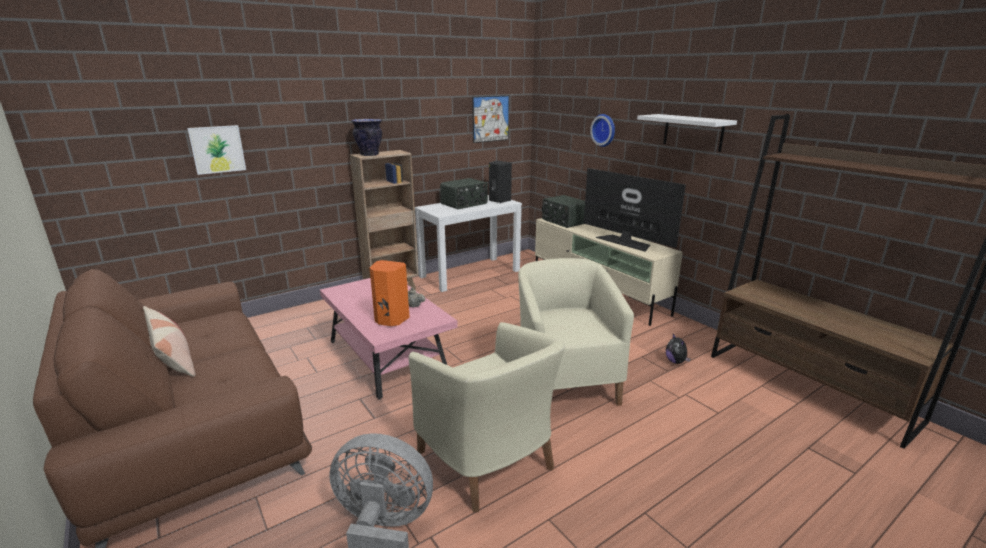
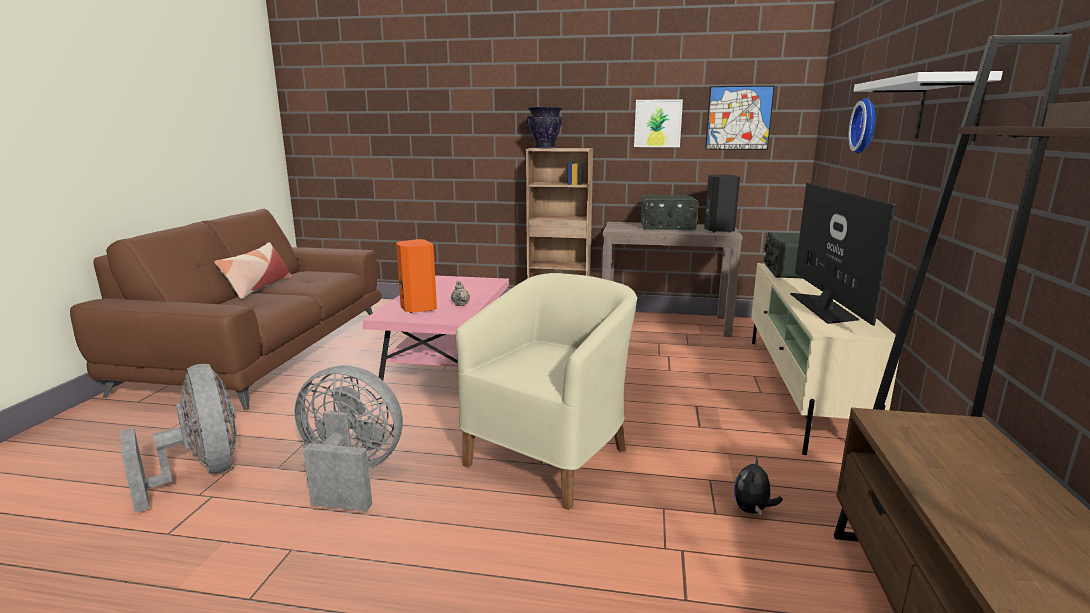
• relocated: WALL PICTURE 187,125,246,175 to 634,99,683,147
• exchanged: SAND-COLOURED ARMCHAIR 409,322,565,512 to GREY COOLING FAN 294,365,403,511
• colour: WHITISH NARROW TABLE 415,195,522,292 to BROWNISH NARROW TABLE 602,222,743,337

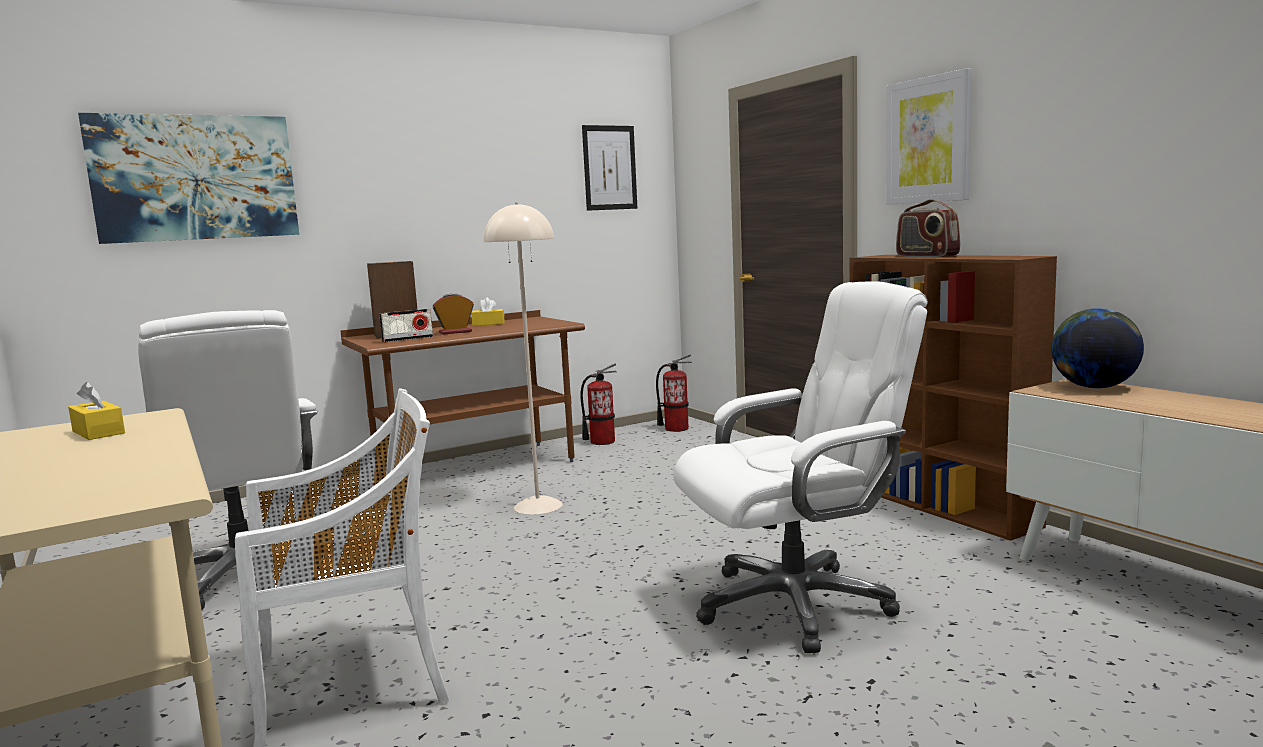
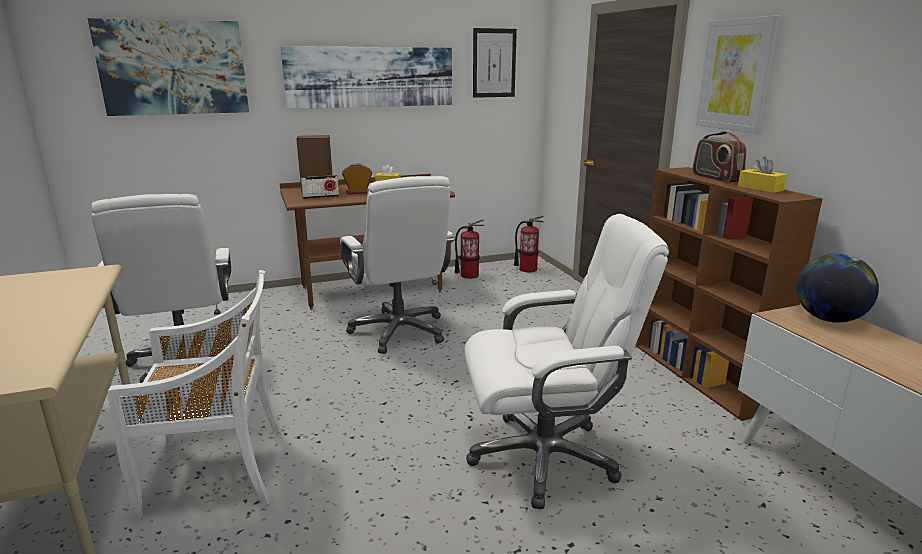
• relocated: YELLOW-COLOURED TISSUE HOLDER 68,382,125,440 to 738,157,787,193
• exchanged: SAND-COLOURED STANDARD LAMP 484,202,563,515 to WHITISH COMPUTER CHAIR 340,176,455,354
• appeared: WALL PICTURE 281,46,452,109

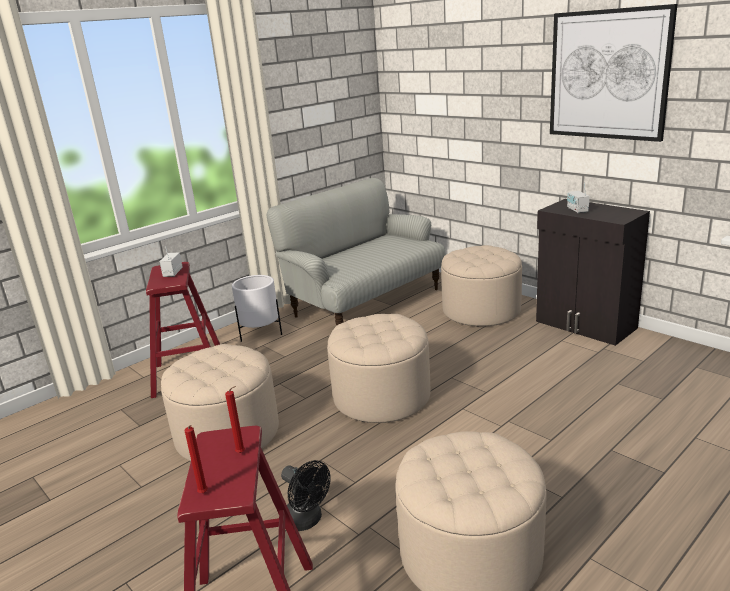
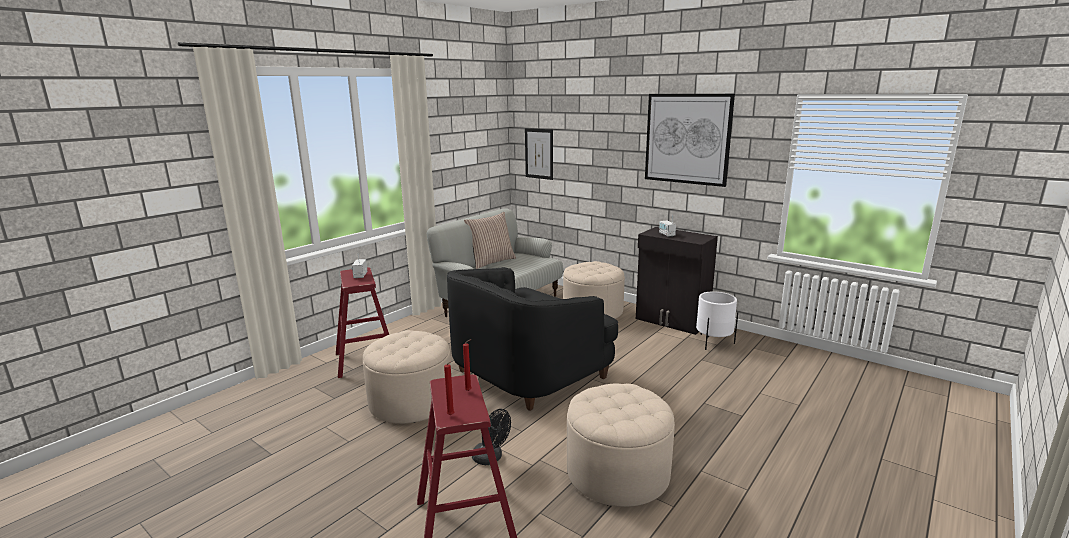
• relocated: WHITISH PLANTER 232,275,282,342 to 696,291,738,350
• exchanged: SAND-COLOURED OTTOMAN 327,314,430,423 to BLACK-COLOURED ARMCHAIR 447,267,618,411
• appeared: THROW PILLOW 464,212,516,269
• appeared: WALL PICTURE 525,128,553,180

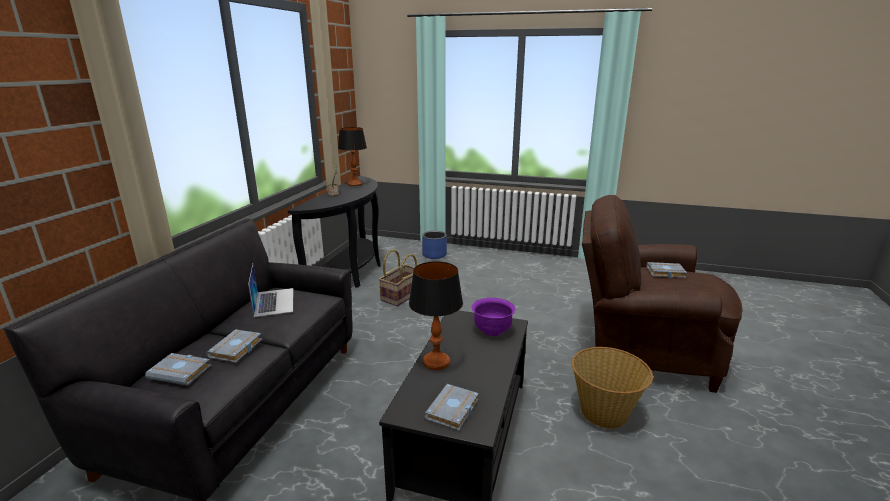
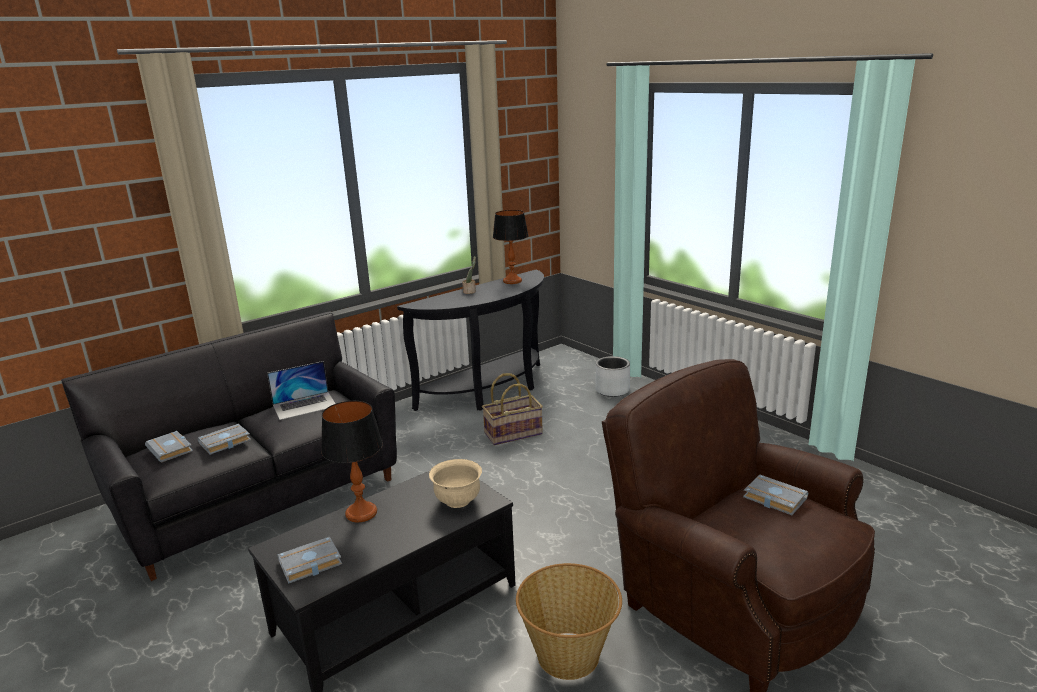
• spun: PORTABLE COMPUTER 248,264,293,317 = 267,361,336,420 45 degrees clockwise
• colour: BLUISH PLANTER 422,231,447,259 to GREY PLANTER 595,356,630,397
• colour: PURPLE-COLOURED SERVING BOWL 471,298,515,336 to SAND-COLOURED SERVING BOWL 429,459,482,508

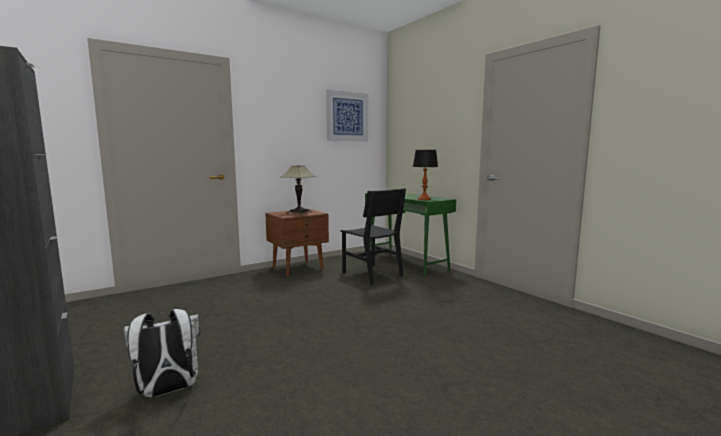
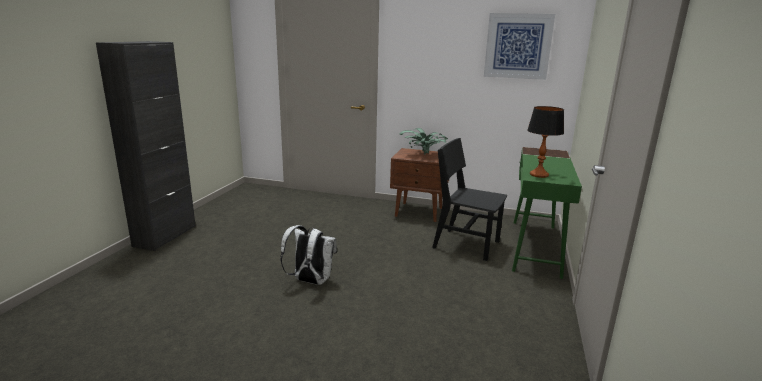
• relocated: WHITISH BACKPACK 124,309,200,397 to 280,225,337,285
• exchanged: TABLETOP LAMP 281,165,316,215 to PLANT IN A POT 399,128,448,155
• spun: BLACK-COLOURED PLAIN CHAIR 340,188,406,284 = 432,138,507,261 105 degrees clockwise

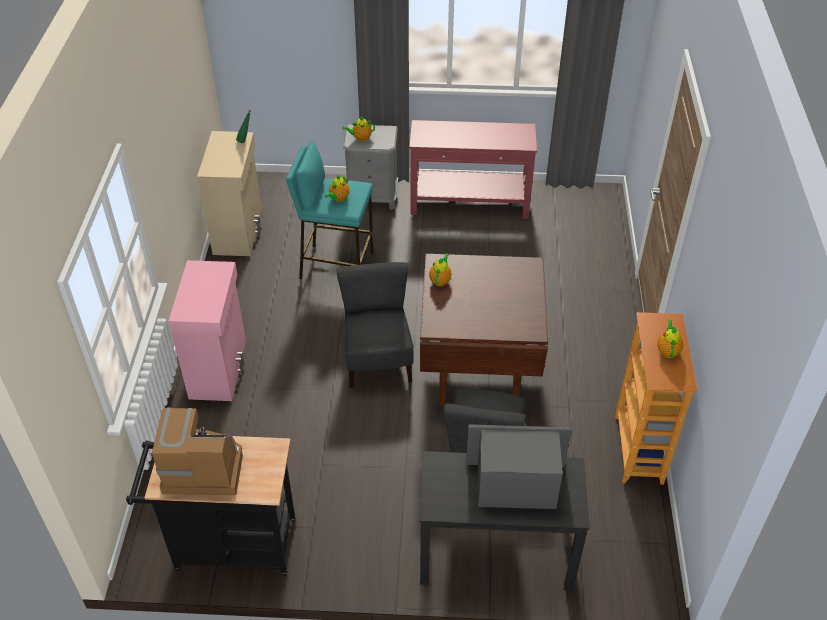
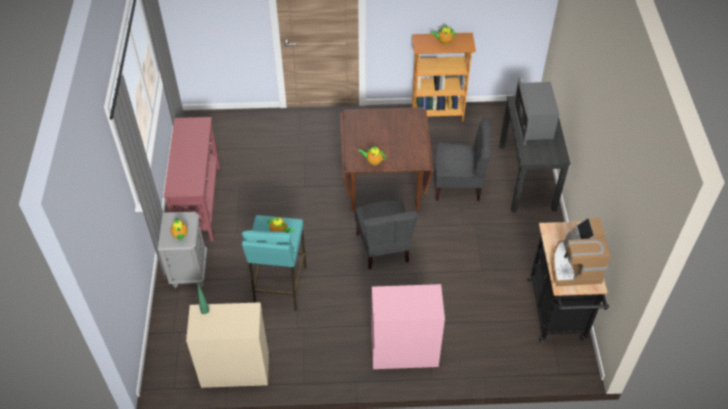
• spun: GREY PLAIN CHAIR 336,262,414,388 = 355,200,418,269 90 degrees counterclockwise

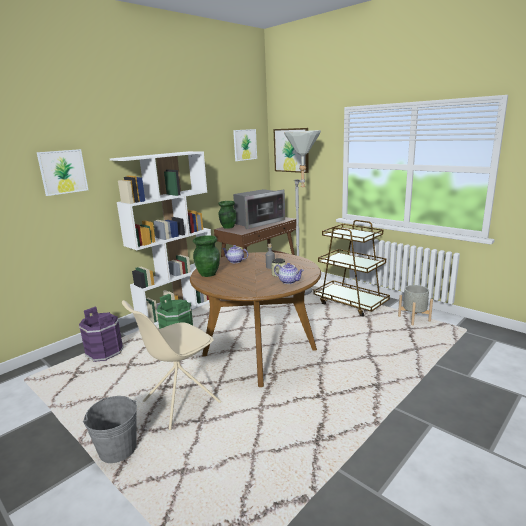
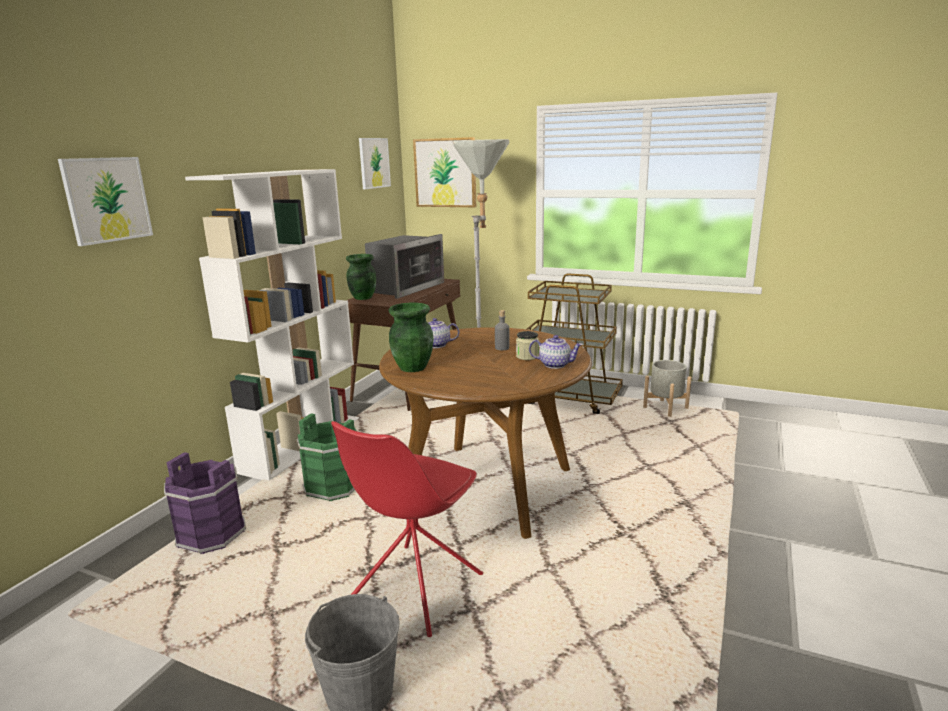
• colour: SAND-COLOURED PLAIN CHAIR 122,300,221,430 to REDDISH PLAIN CHAIR 331,421,483,637

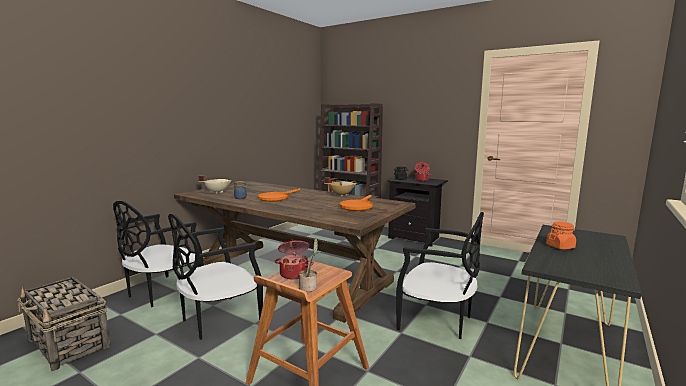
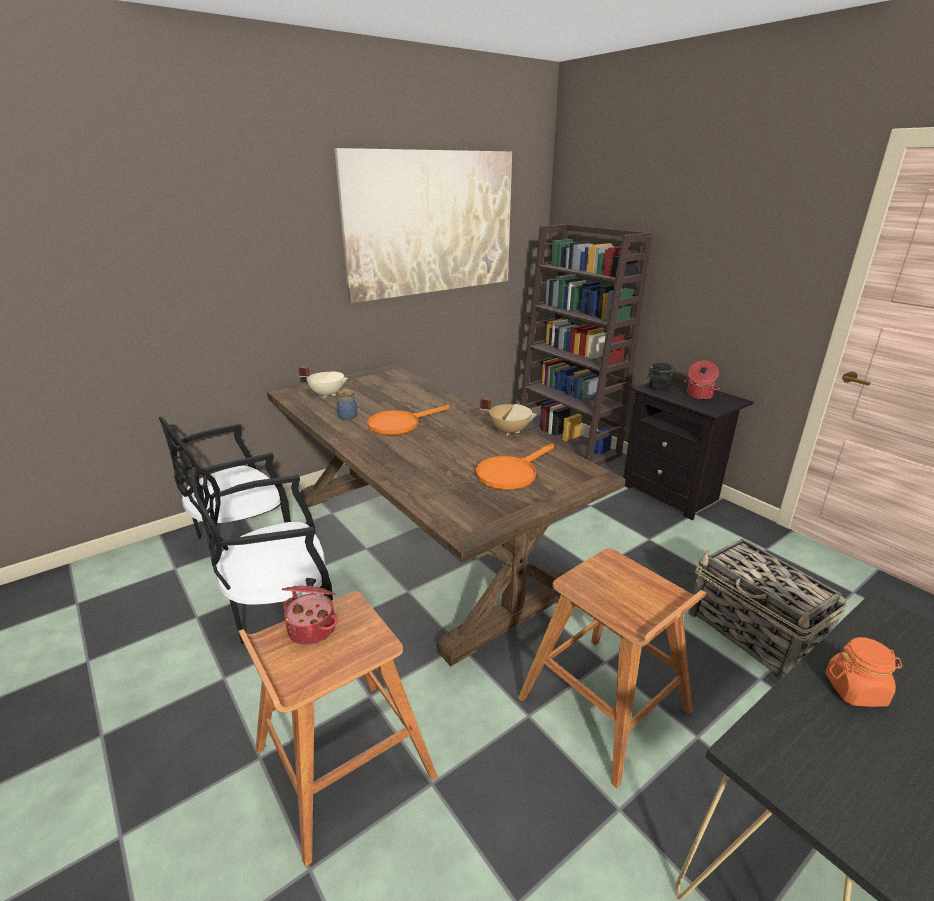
• relocated: HOUSEHOLD BASKET 17,277,110,371 to 688,539,847,680
• missing: PLANT IN A POT 299,238,318,292
• exchanged: BLACK-COLOURED PLAIN CHAIR 396,212,484,339 to BROWNISH STOOL SEAT 518,548,706,789
• appeared: WALL PICTURE 335,148,512,303

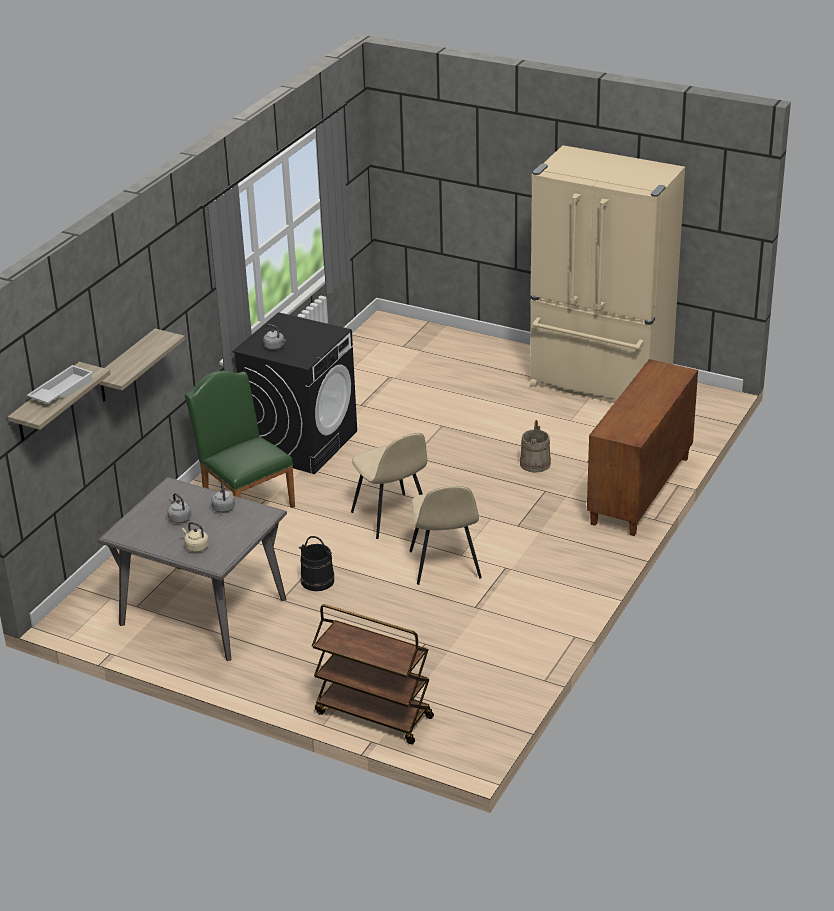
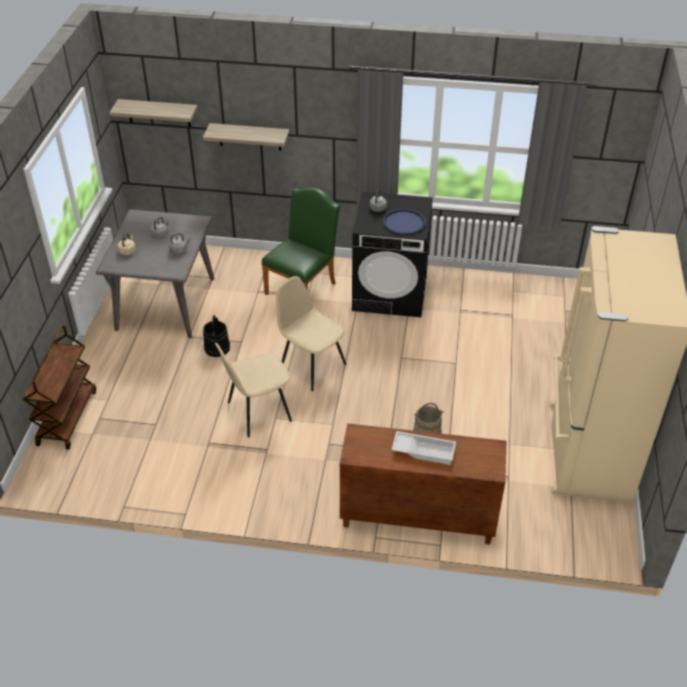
• relocated: WHITISH SERVING TRAY 27,365,93,404 to 392,431,456,465
• spun: SAND-COLOURED PLAIN CHAIR 351,433,427,539 = 276,276,346,391 90 degrees clockwise
• appeared: BLUISH SERVING TRAY 383,208,426,235

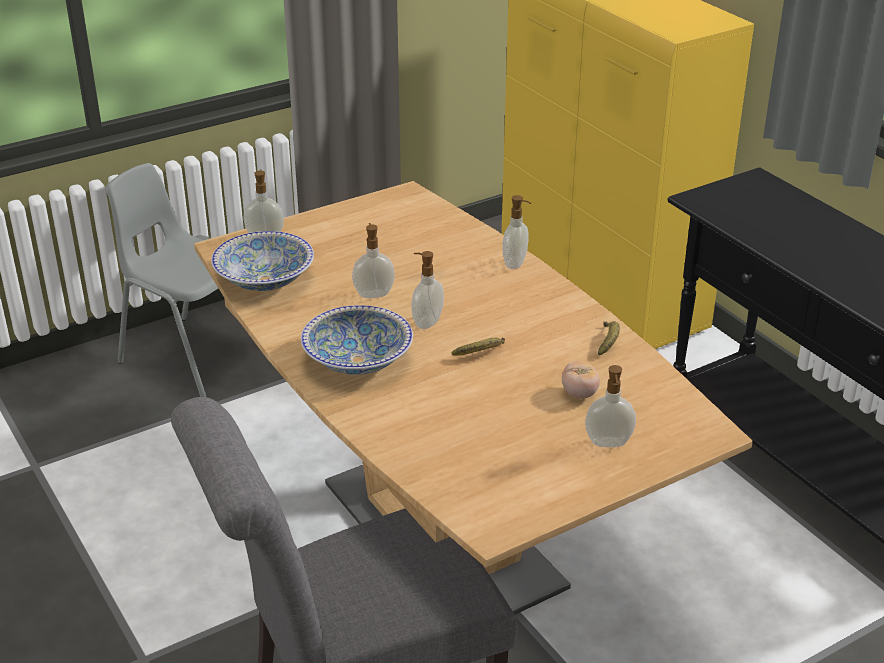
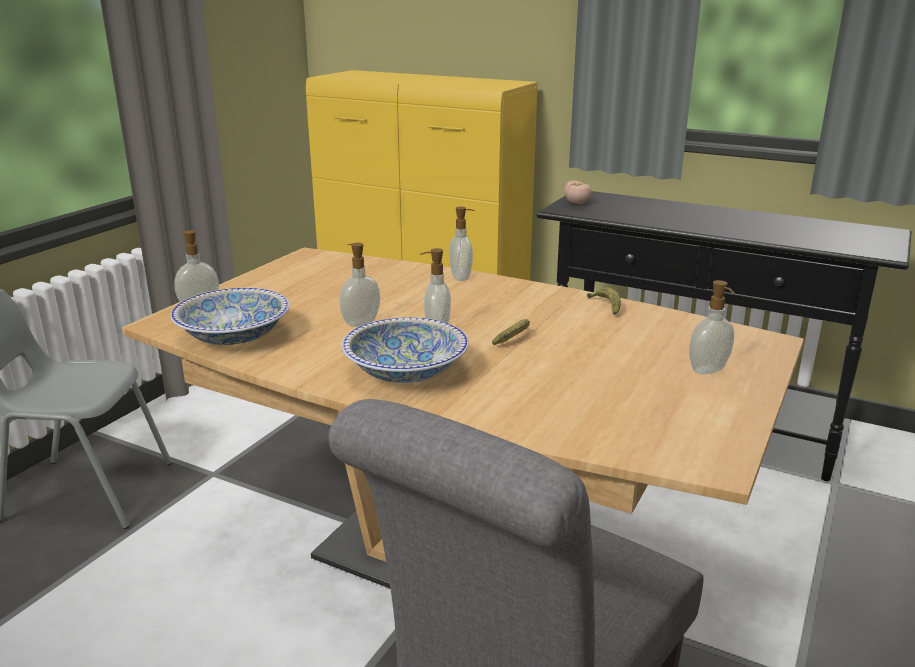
• relocated: TOMATO 562,360,600,399 to 564,181,592,204

